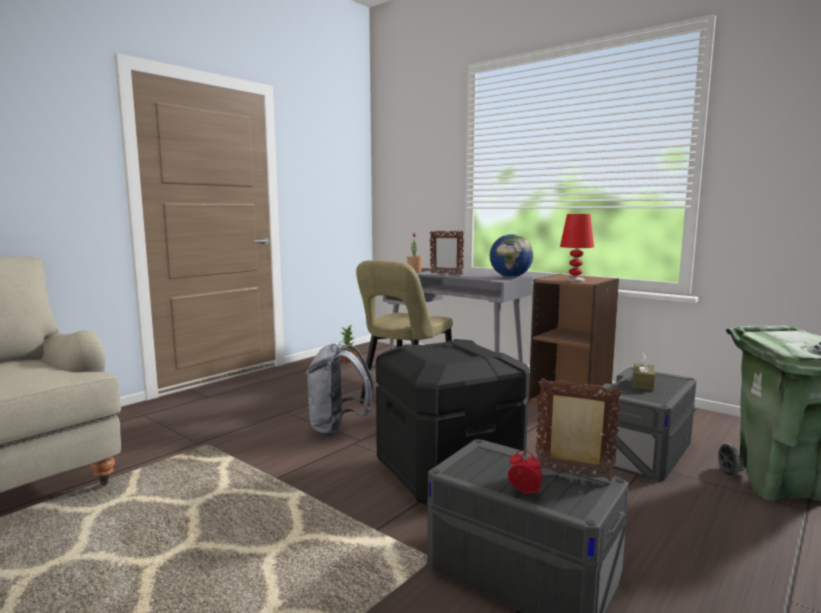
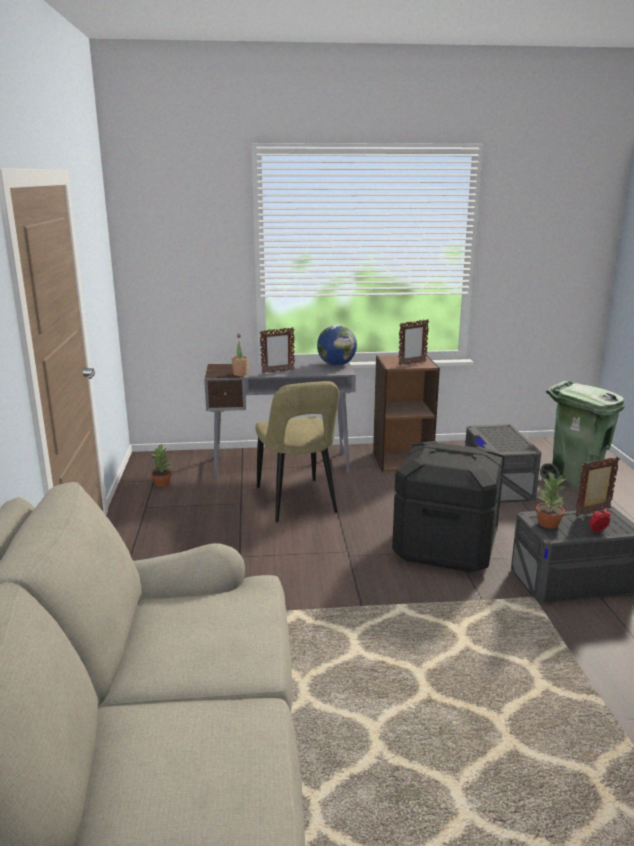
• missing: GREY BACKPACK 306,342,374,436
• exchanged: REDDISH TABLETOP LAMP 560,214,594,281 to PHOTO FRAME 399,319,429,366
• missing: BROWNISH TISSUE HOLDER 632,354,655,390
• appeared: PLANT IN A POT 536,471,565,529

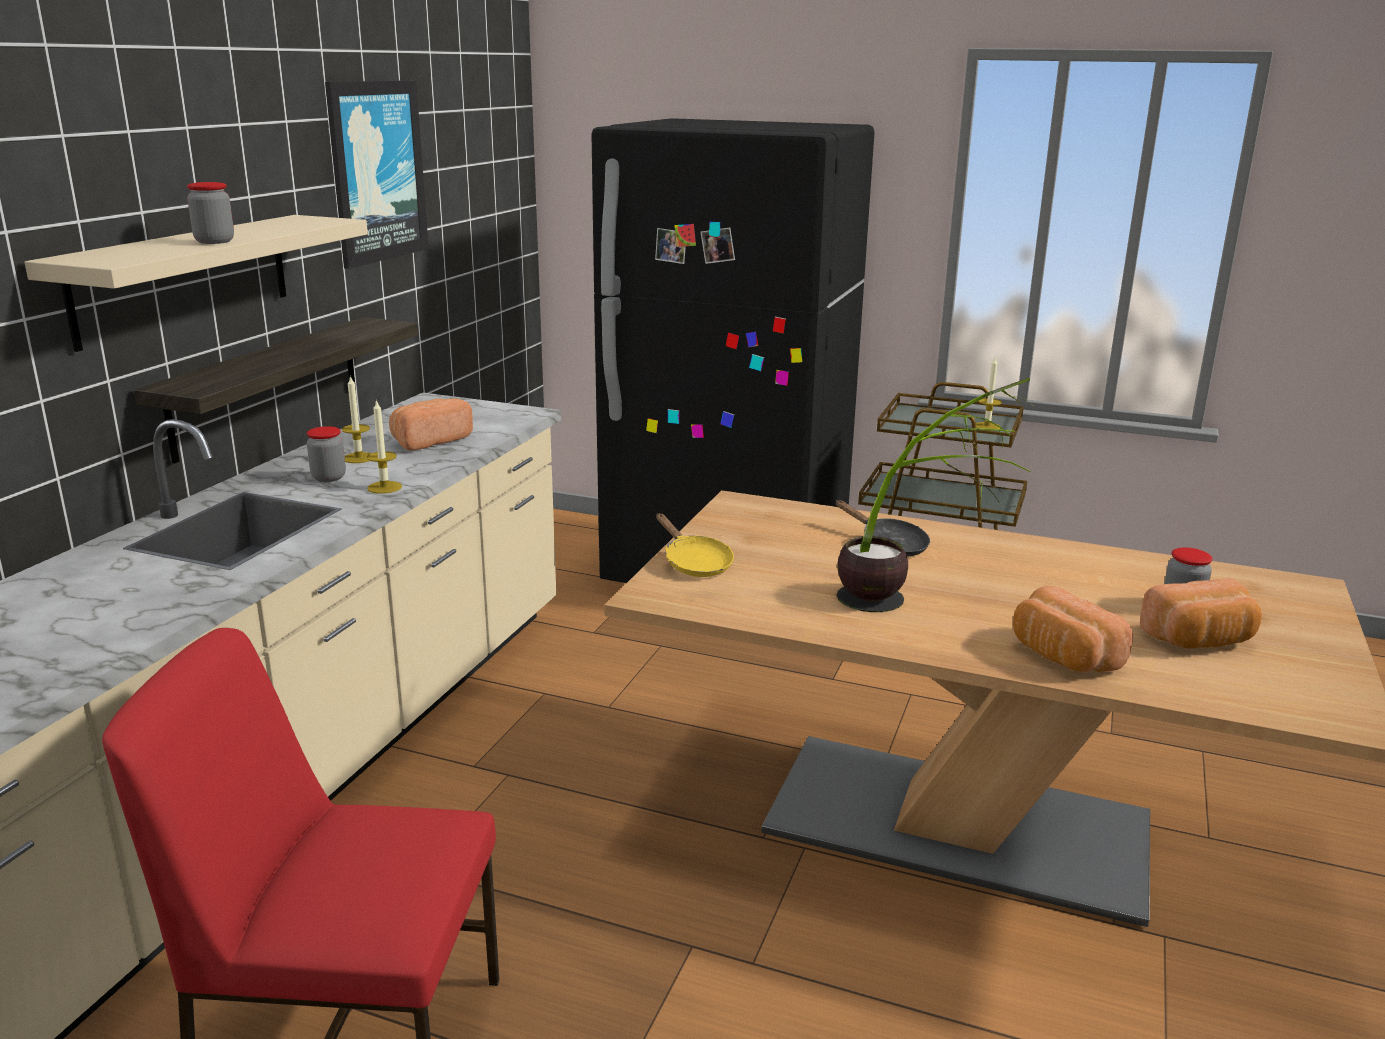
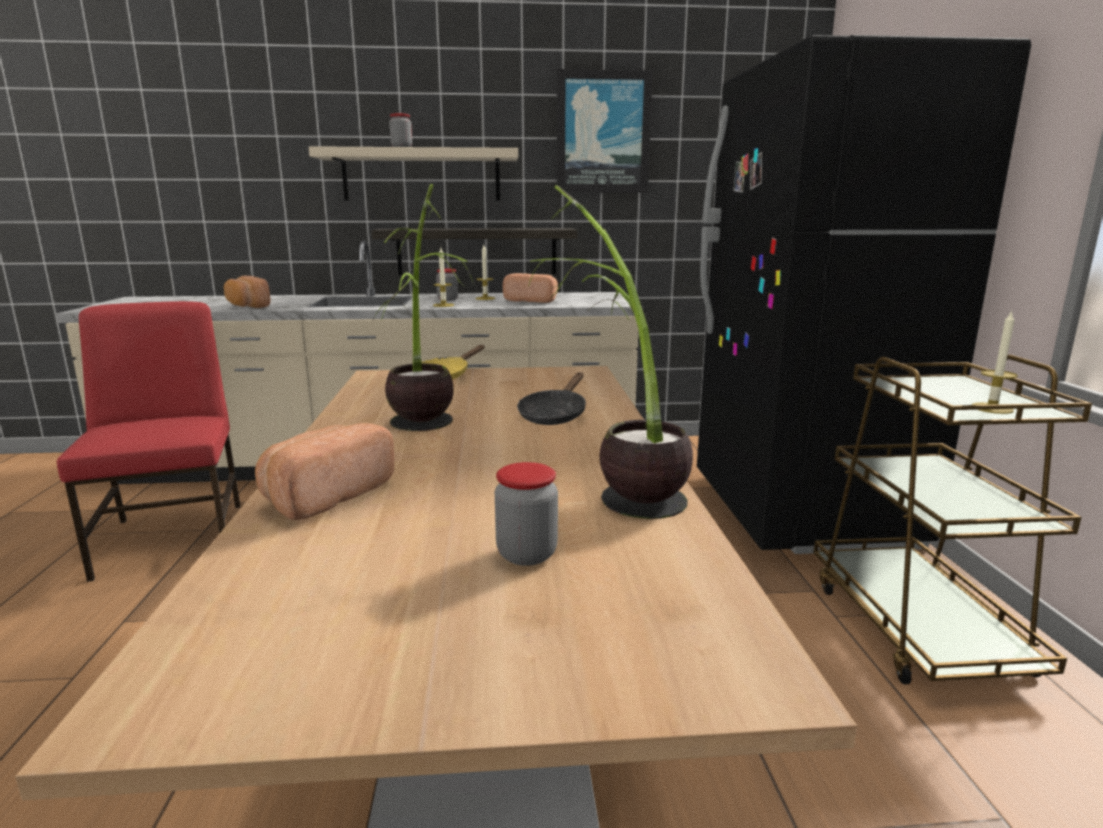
• relocated: BAKERY BREAD 1140,578,1262,648 to 224,276,270,308
• appeared: PLANT IN A POT 528,185,693,519

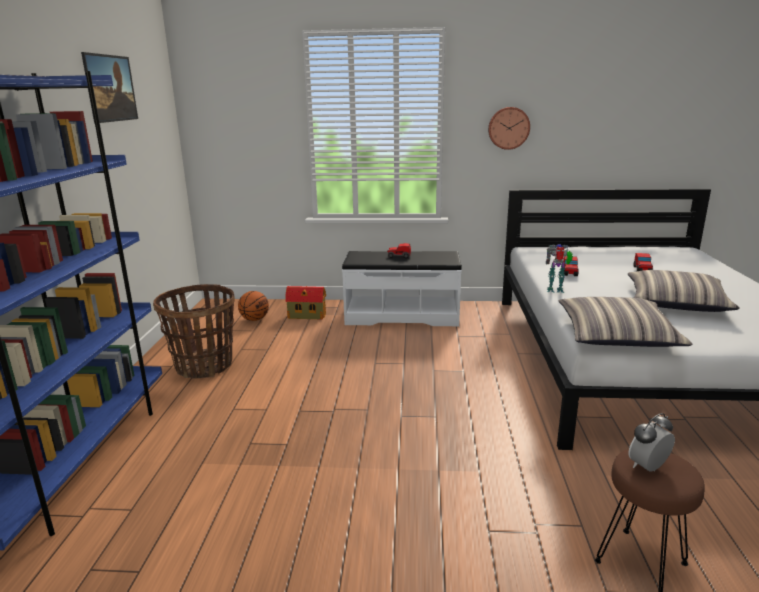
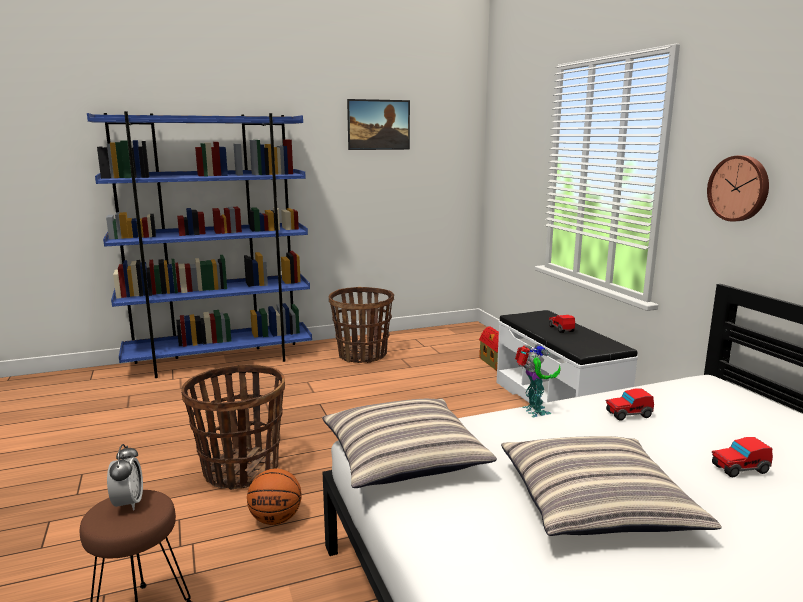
• relocated: BASKETBALL BALL 238,291,269,321 to 247,469,301,525
• spun: TABLE CLOCK 628,413,675,472 = 107,444,143,511 45 degrees clockwise
• appeared: HOUSEHOLD BASKET 181,364,285,490

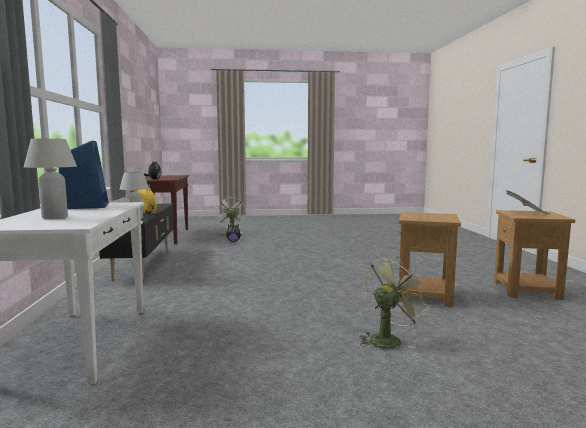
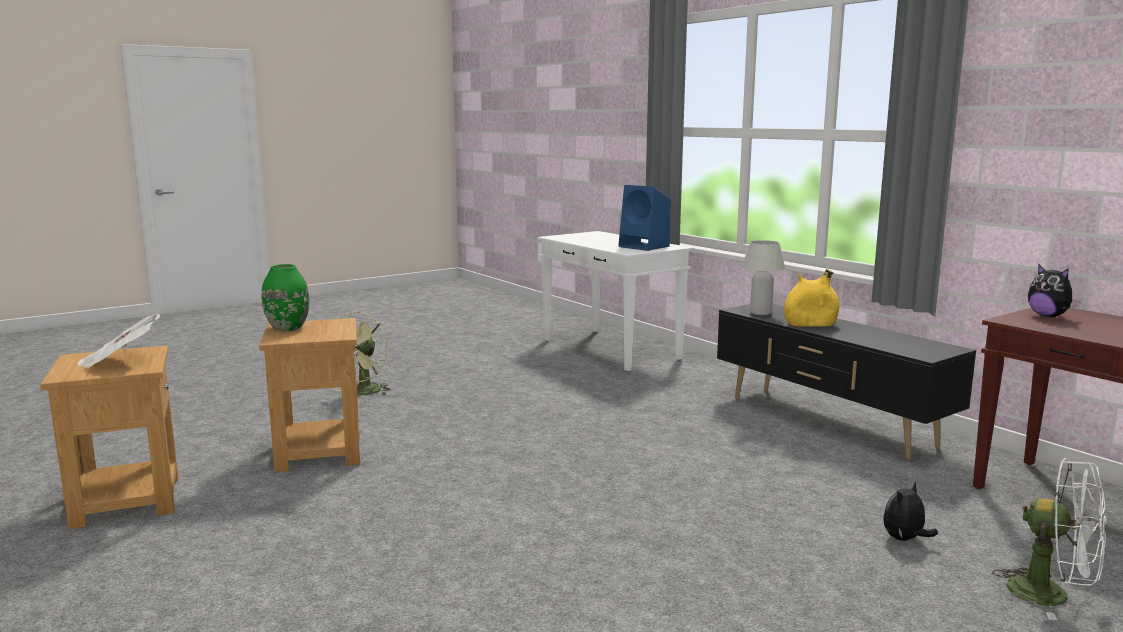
• missing: WHITISH TABLETOP LAMP 24,139,77,219
• appeared: GREEN-COLOURED DECORATIVE VASE 262,264,309,332

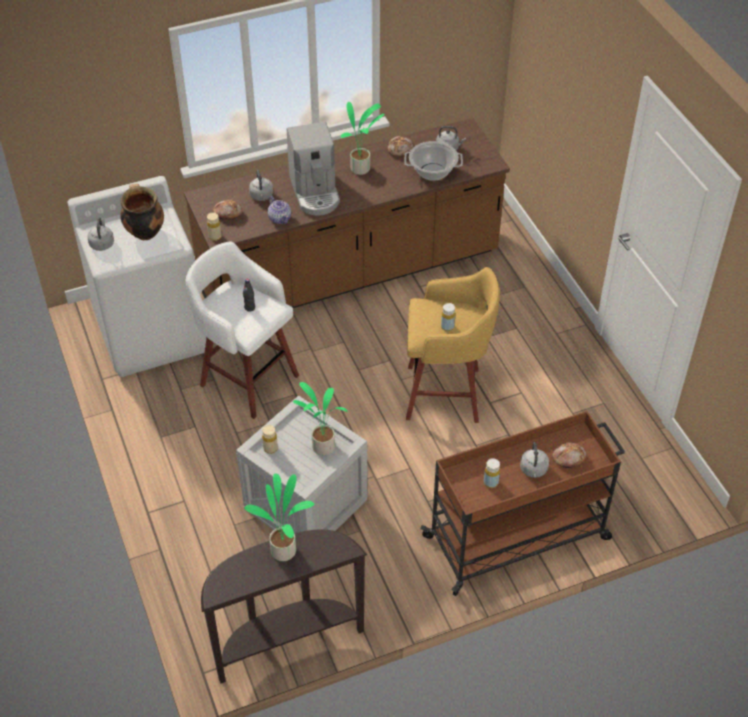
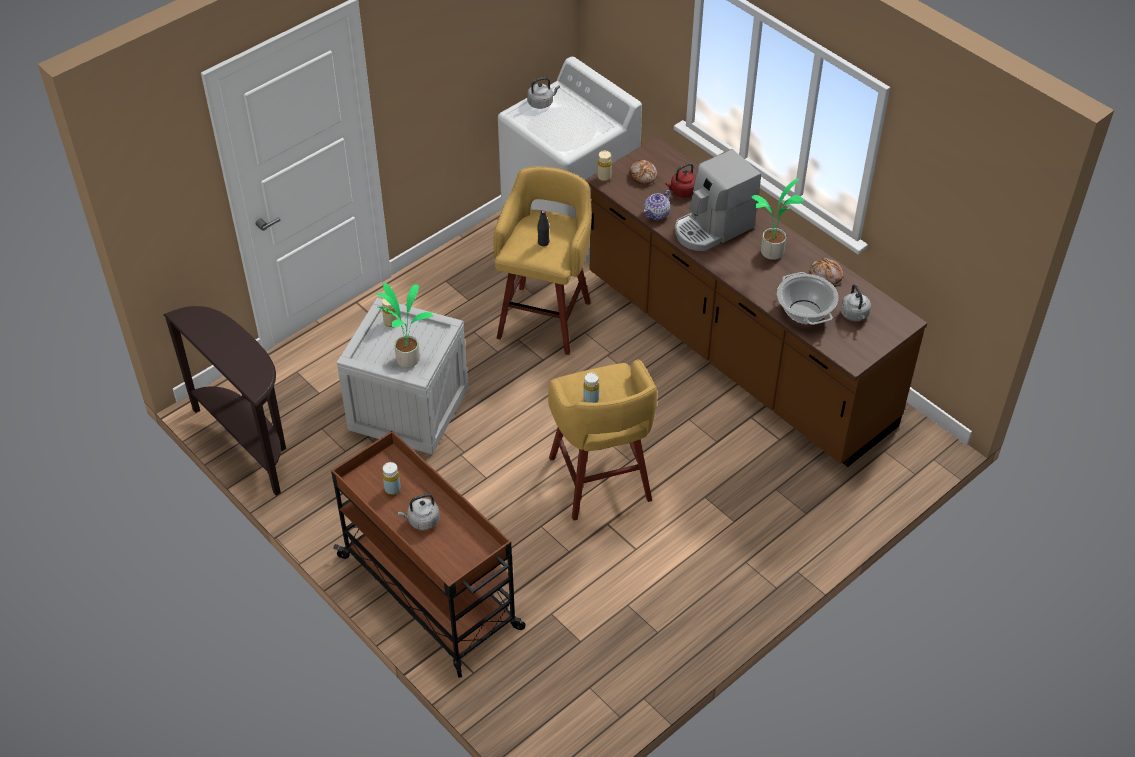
• missing: SAUCEPOT 120,184,164,240
• colour: WHITISH STOOL SEAT 186,241,299,419 to YELLOW-COLOURED STOOL SEAT 494,167,592,355
• missing: PLANT IN A POT 244,473,314,561
• colour: GREY TEA KETTLE 249,170,273,201 to REDDISH TEA KETTLE 666,163,696,197
• missing: BAKERY BREAD 552,443,586,468

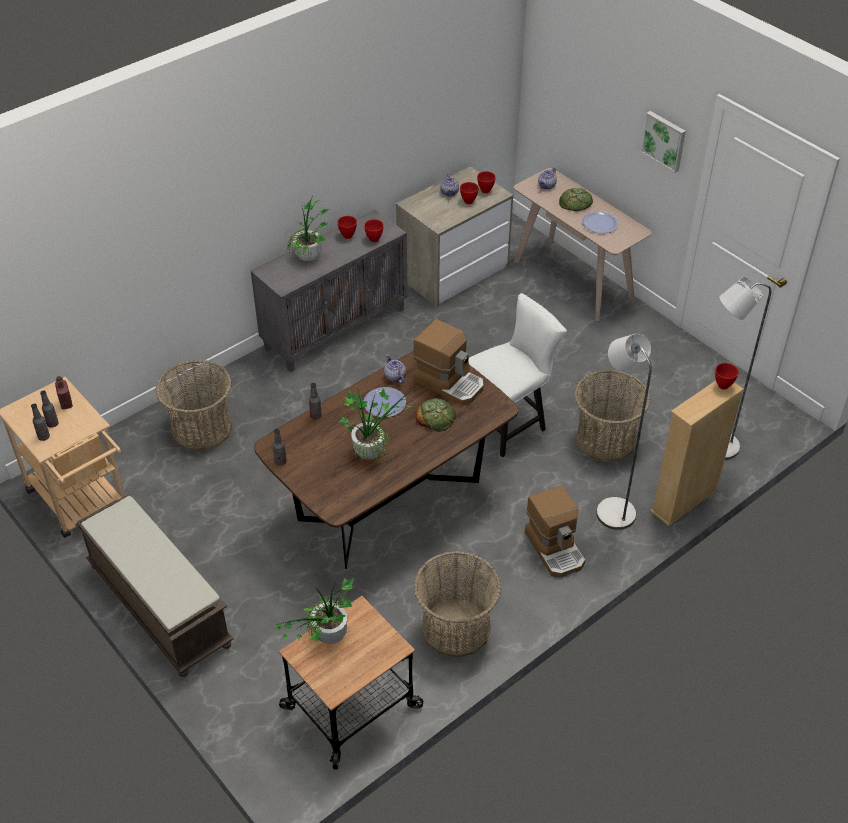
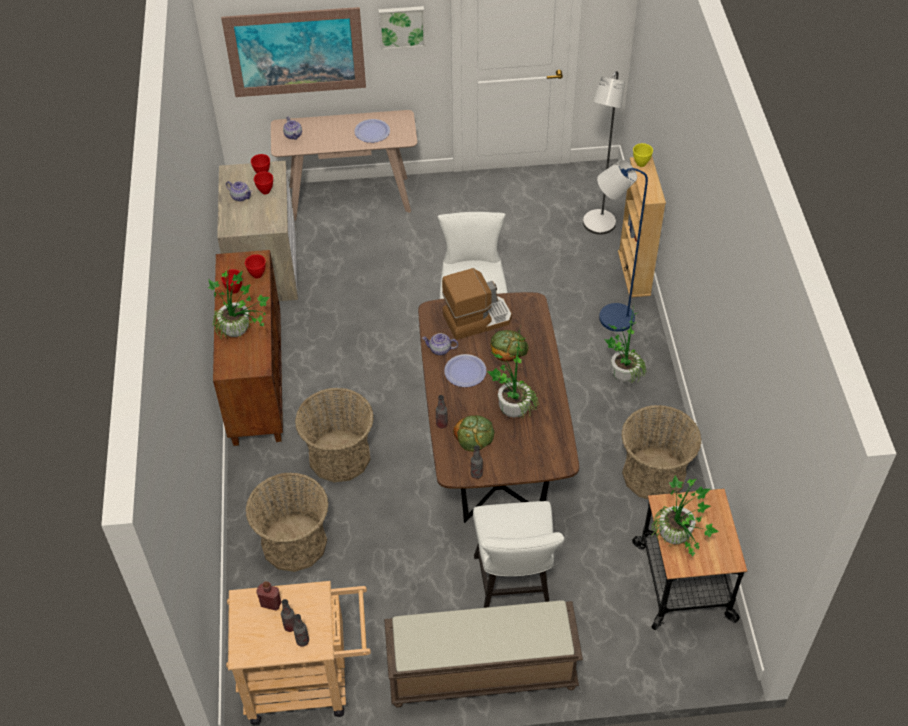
• colour: GREY STORAGE CABINET 251,210,408,372 to BROWNISH STORAGE CABINET 213,250,283,446
• exchanged: COFFEE MACHINE 525,486,585,578 to PLANT IN A POT 604,306,647,383
• relocated: BAKERY BREAD 559,188,593,212 to 453,415,495,452
• relocated: HOUSEHOLD BASKET 574,369,651,462 to 295,388,374,482
• colour: GREY STANDARD LAMP 596,334,652,530 to BLUISH STANDARD LAMP 597,160,648,332
• colour: REDDISH SERVING BOWL 715,363,739,390 to YELLOW-COLOURED SERVING BOWL 633,143,653,167
• appeared: WALL PICTURE 221,7,366,97
• appeared: WHITISH PLAIN CHAIR 473,501,564,608

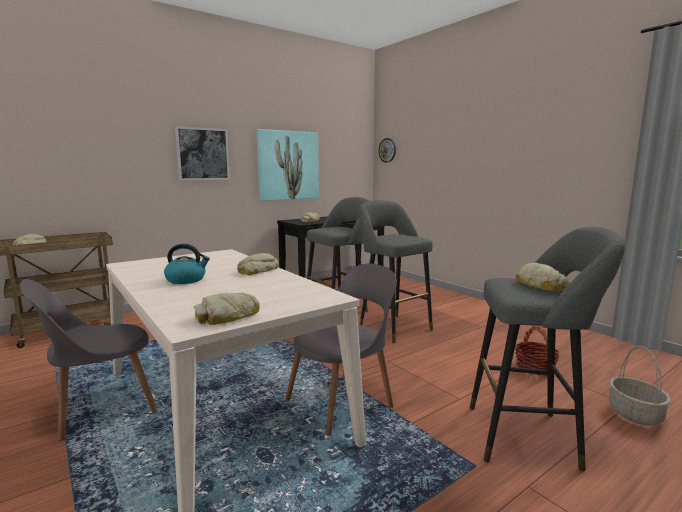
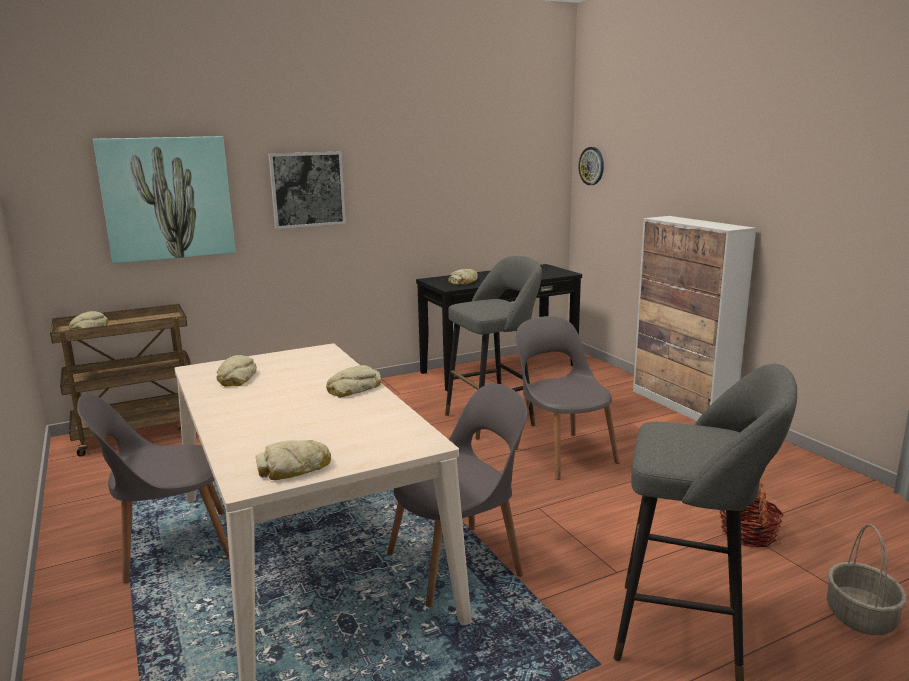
• missing: TEA KETTLE 164,244,210,284
• relocated: WALL PICTURE 257,129,319,201 to 93,136,236,264
• exchanged: GREY STOOL SEAT 359,200,433,343 to GREY PLAIN CHAIR 516,316,620,480
• relocated: BAKERY BREAD 516,263,570,292 to 216,355,257,386
• appeared: STORAGE CABINET 633,216,756,421

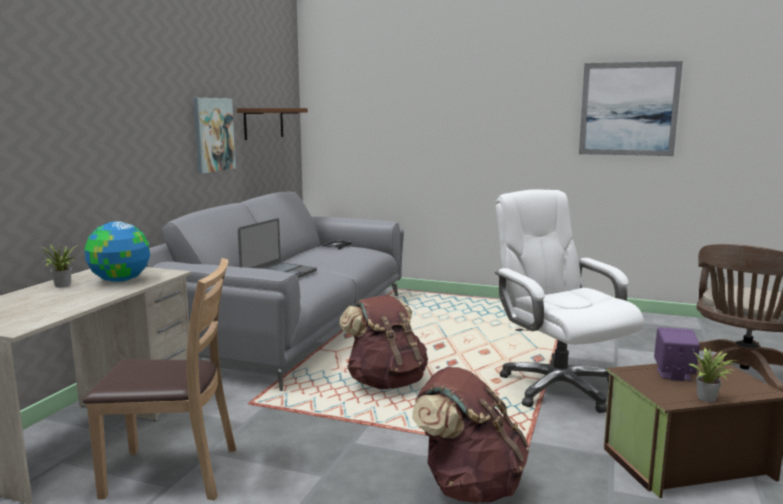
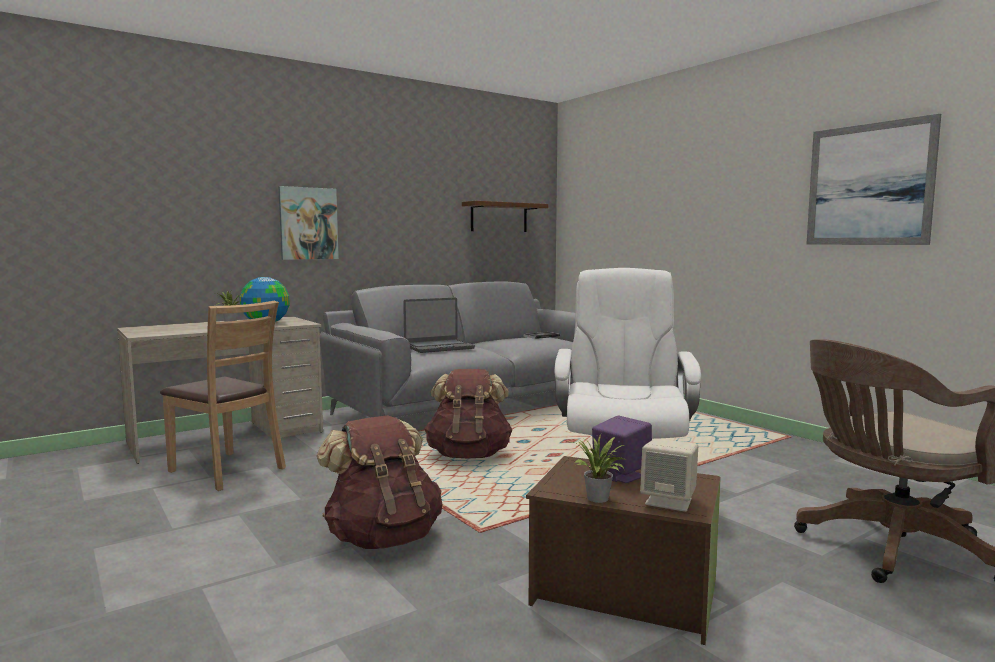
• relocated: WALL PICTURE 193,98,236,174 to 278,186,339,260
• appeared: SAND-COLOURED LOUDSPEAKER 640,439,698,512

